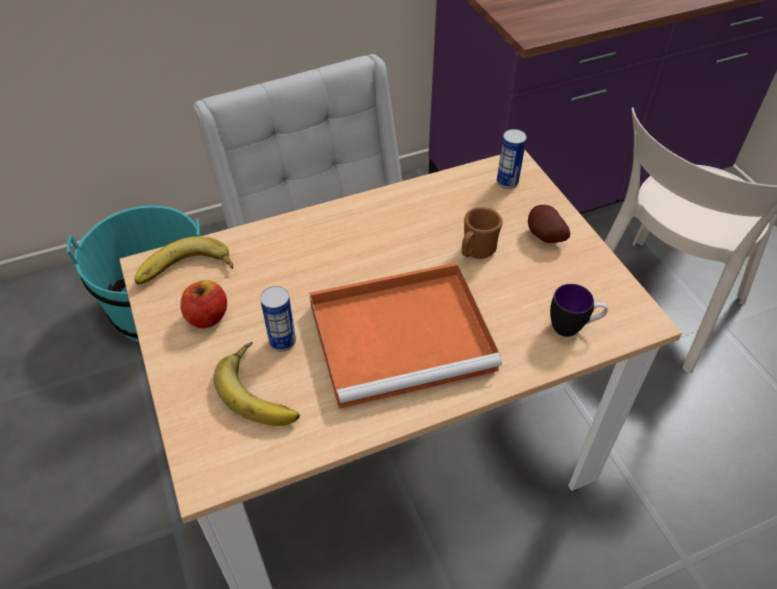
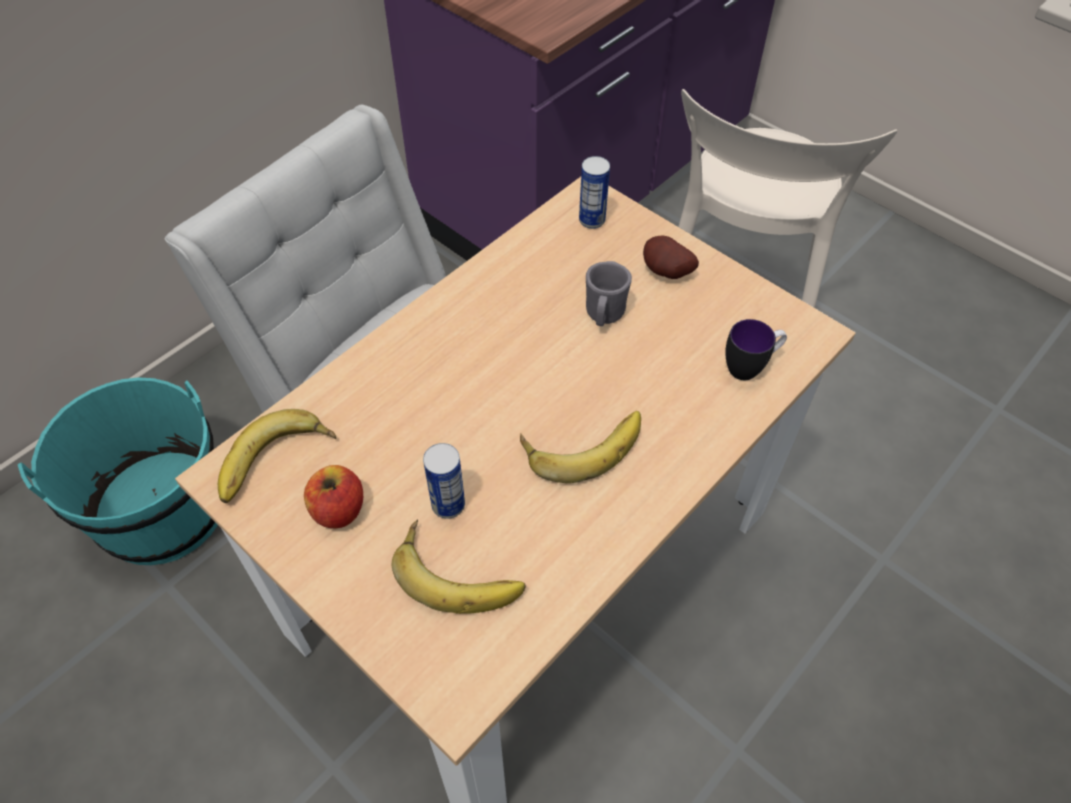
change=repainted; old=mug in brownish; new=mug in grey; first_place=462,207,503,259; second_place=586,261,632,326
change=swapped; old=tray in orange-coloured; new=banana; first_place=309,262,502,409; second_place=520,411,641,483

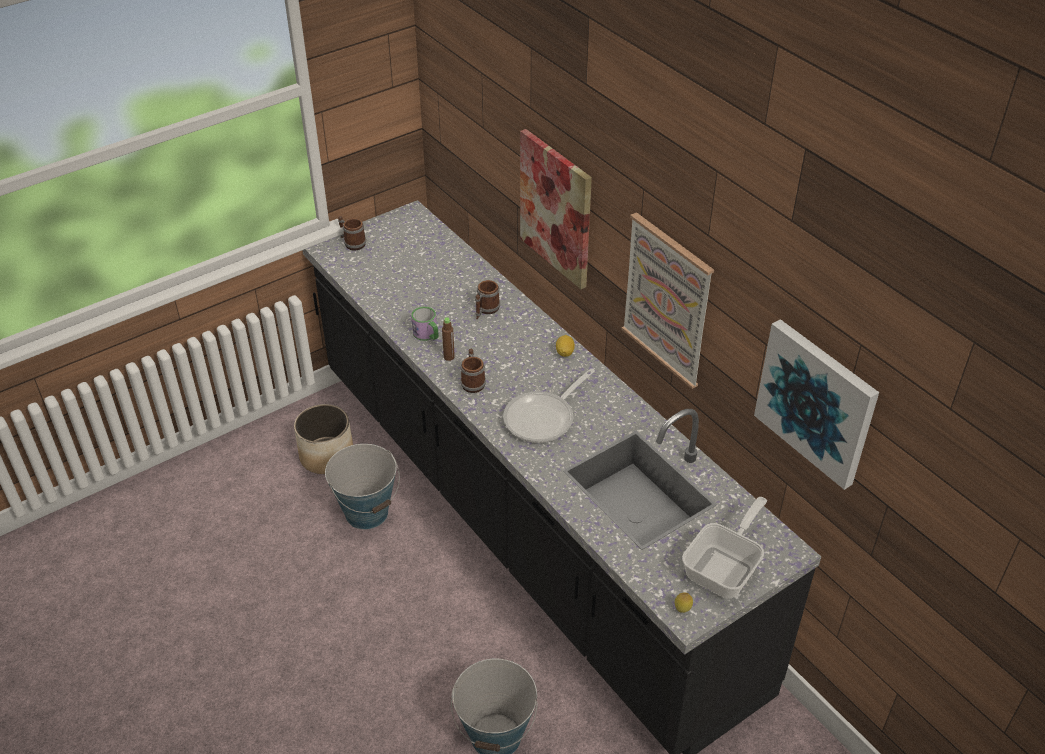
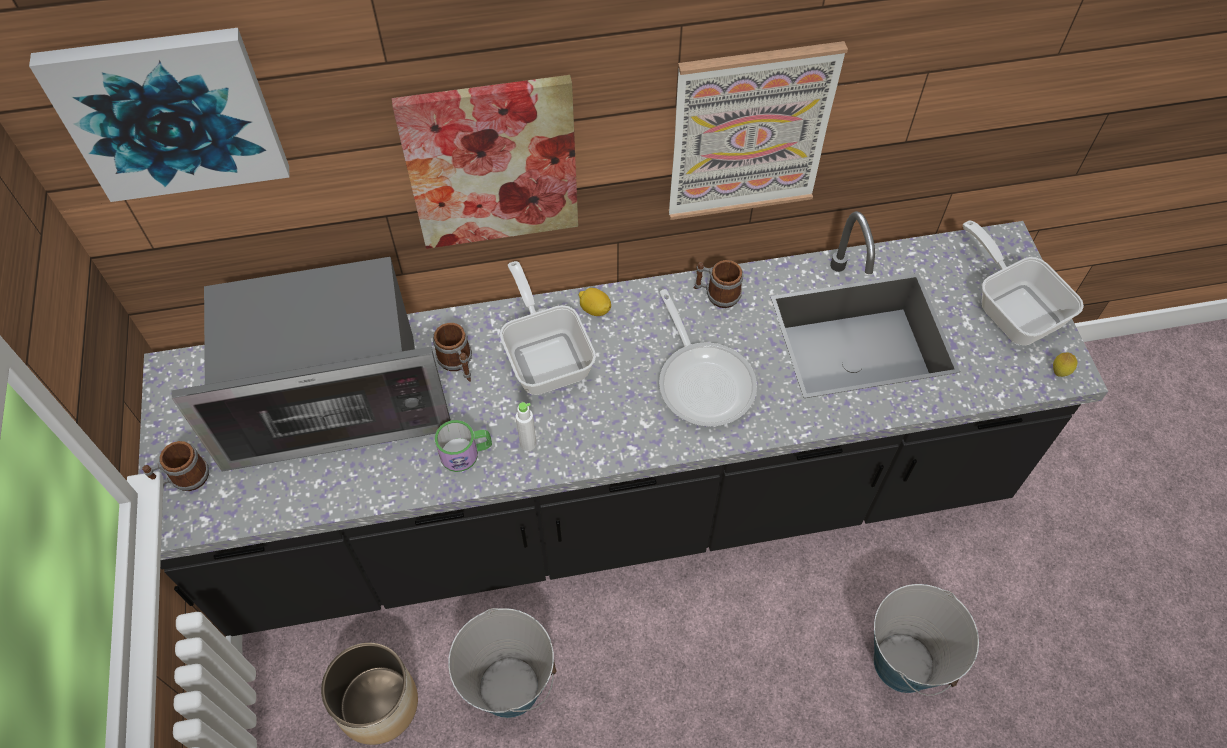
change=repainted; old=bottle in brownish; new=bottle in whitish; first_place=442,317,455,361; second_place=516,402,537,451
change=shifted; old=picture; first_place=754,319,879,490; second_place=29,28,289,202
change=shifted; old=mug; first_place=460,349,486,393; second_place=693,260,743,308
change=new; new=microwave oven; second_place=171,257,451,472
change=new; new=pan; second_place=500,261,596,395

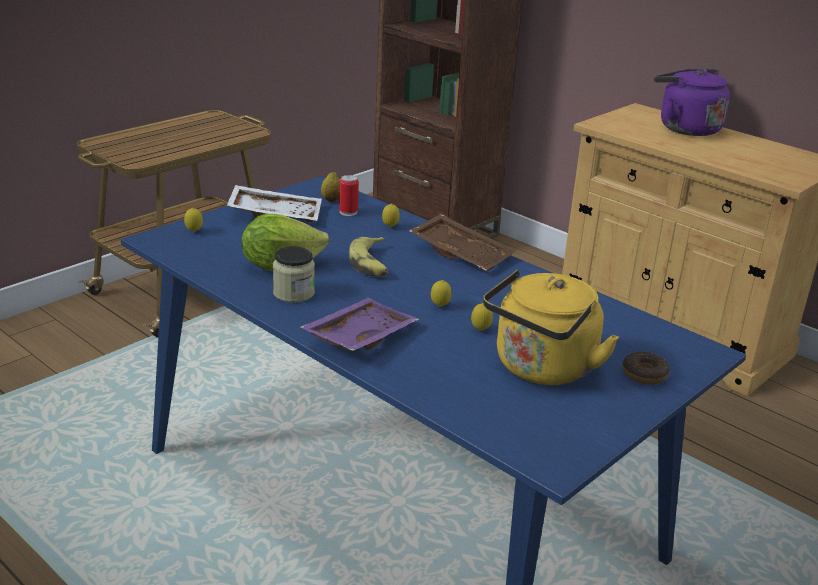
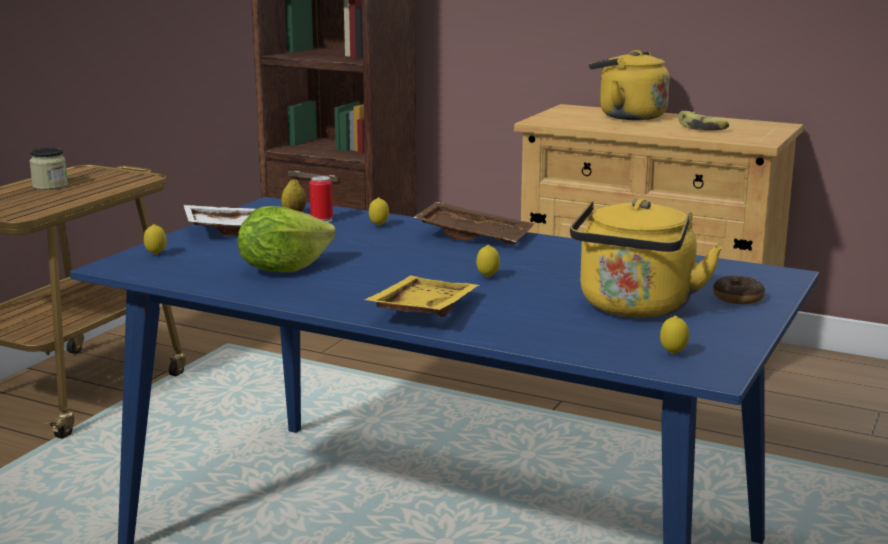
change=repainted; old=water kettle in purple; new=water kettle in yellow; first_place=654,69,730,136; second_place=589,50,669,120
change=shifted; old=banana; first_place=349,237,388,277; second_place=678,111,729,131
change=shifted; old=storage jar; first_place=273,246,315,303; second_place=29,148,68,190
change=repainted; old=tray in purple; new=tray in yellow; first_place=300,297,419,351; second_place=364,276,479,317
change=shifted; old=citrus fruit; first_place=471,303,493,331; second_place=660,316,689,354

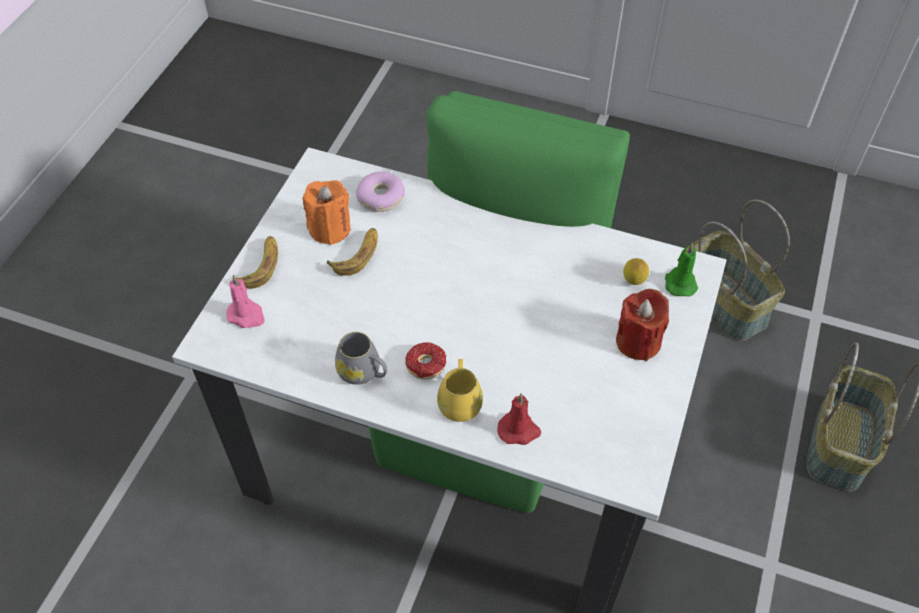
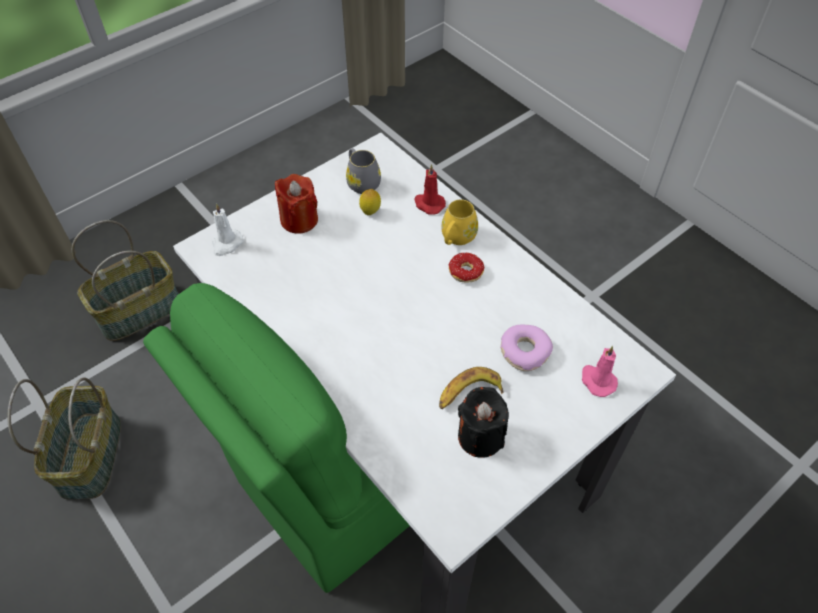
change=shifted; old=donut; first_place=356,172,405,212; second_place=500,325,553,371
change=repainted; old=candle in orange-coloured; new=candle in blackish; first_place=302,180,350,245; second_place=458,387,509,458
change=gone; old=banana; first_place=236,236,278,289
change=repainted; old=candle in green-coloured; new=candle in whitish; first_place=665,242,698,296; second_place=212,203,244,256
change=shifted; old=citrus fruit; first_place=623,258,649,285; second_place=359,189,381,215
change=shifted; old=mug in grey; first_place=335,332,387,385; second_place=346,148,381,194

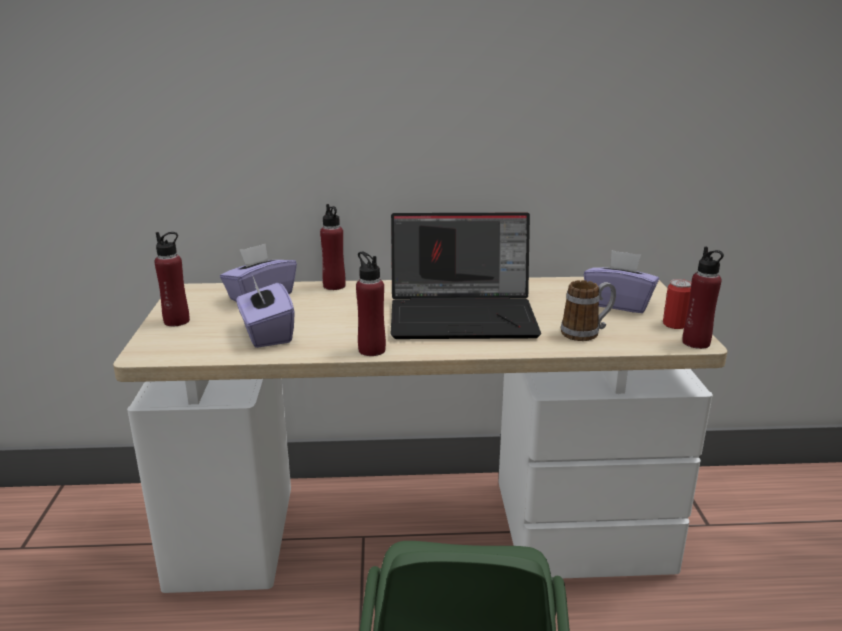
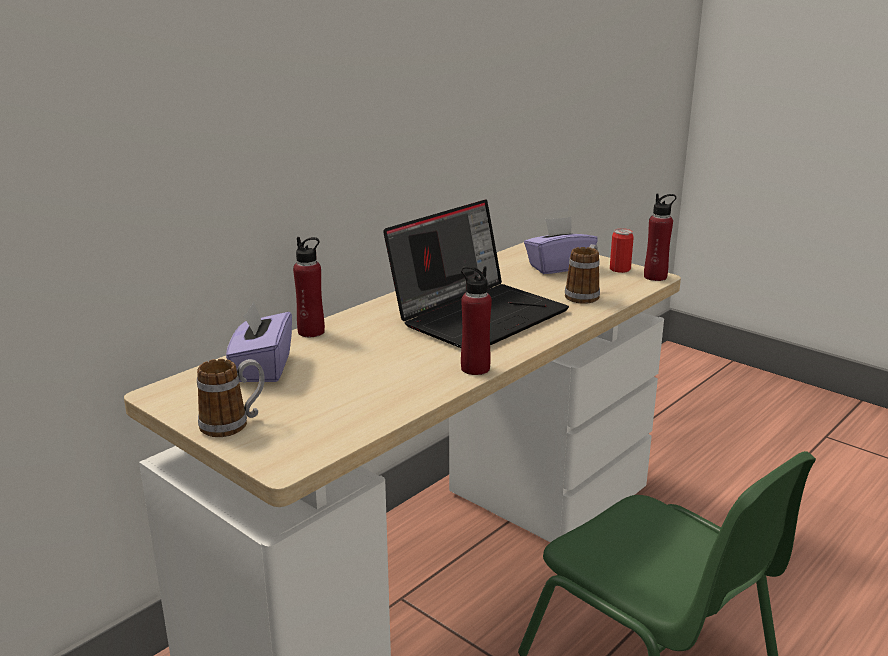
change=swapped; old=bottle in red-coloured; new=mug; first_place=154,232,190,326; second_place=197,359,265,437
change=gone; old=box of tissues in purple; first_place=237,277,295,348

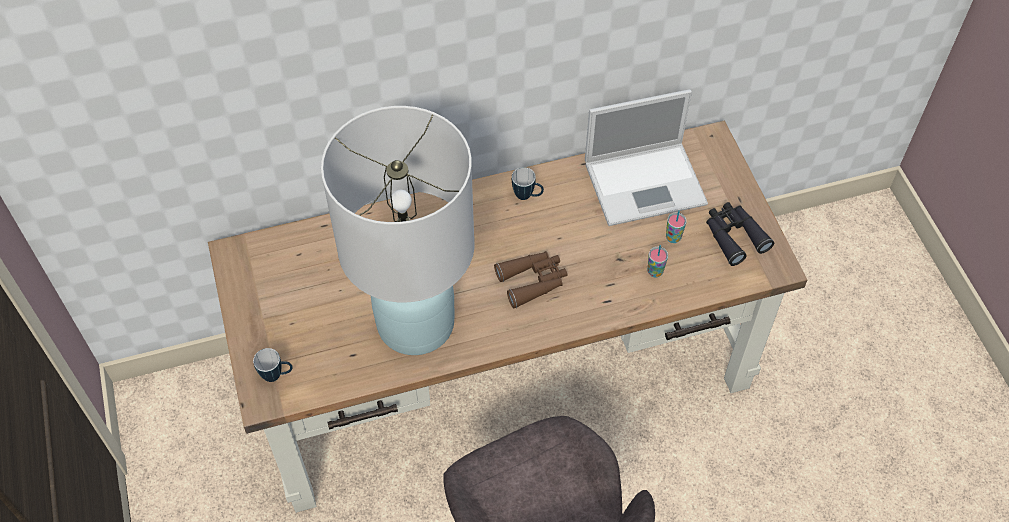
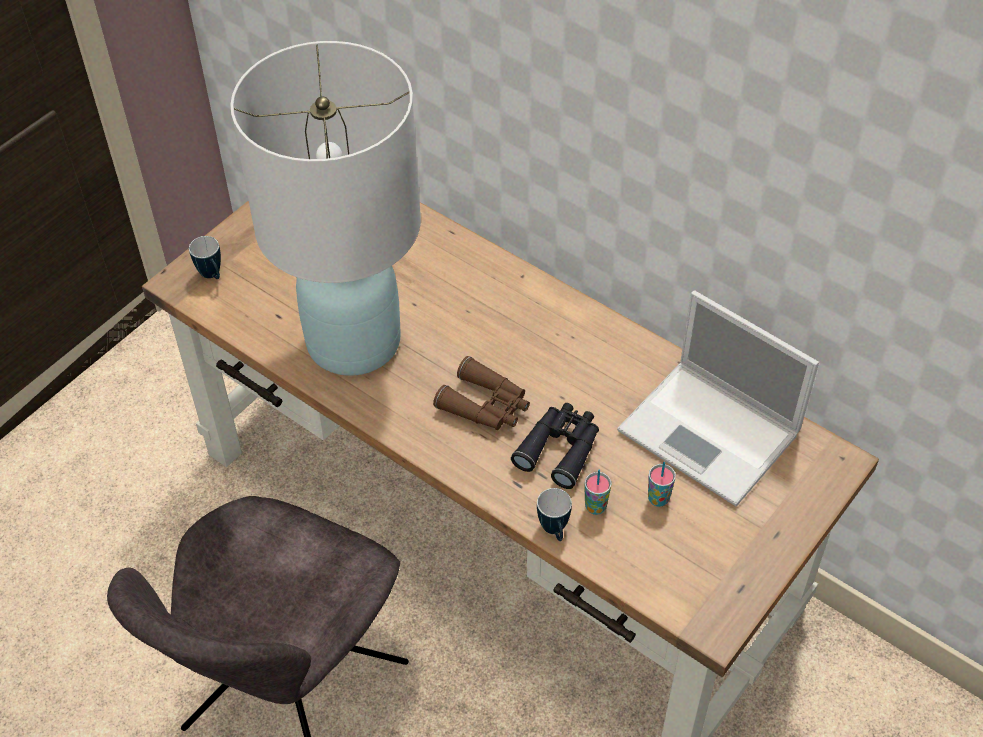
change=shifted; old=mug; first_place=512,167,544,200; second_place=537,488,572,541
change=shifted; old=binoculars in blackish; first_place=706,202,774,266; second_place=511,403,599,489

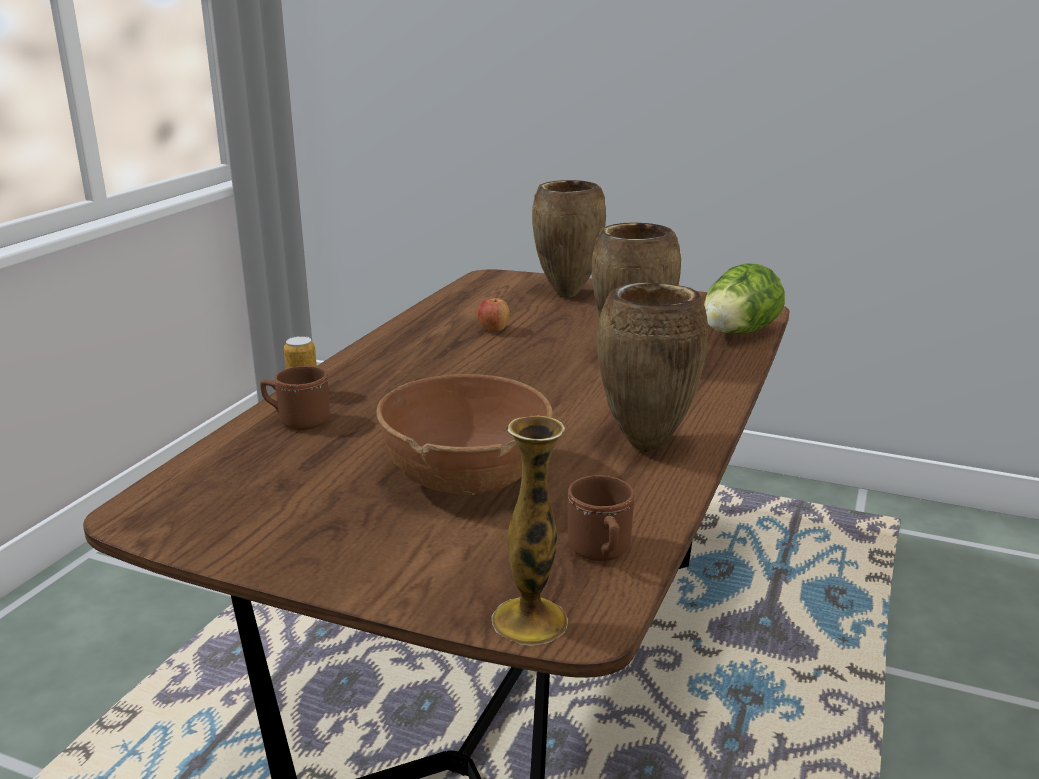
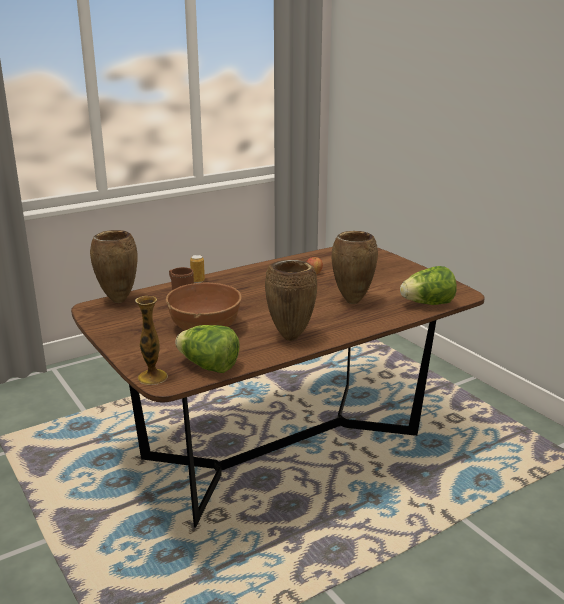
change=shifted; old=flower vase in brownish; first_place=532,180,606,297; second_place=90,230,138,303
change=swapped; old=mug in brownish; new=head of lettuce; first_place=568,475,634,561; second_place=175,325,240,373

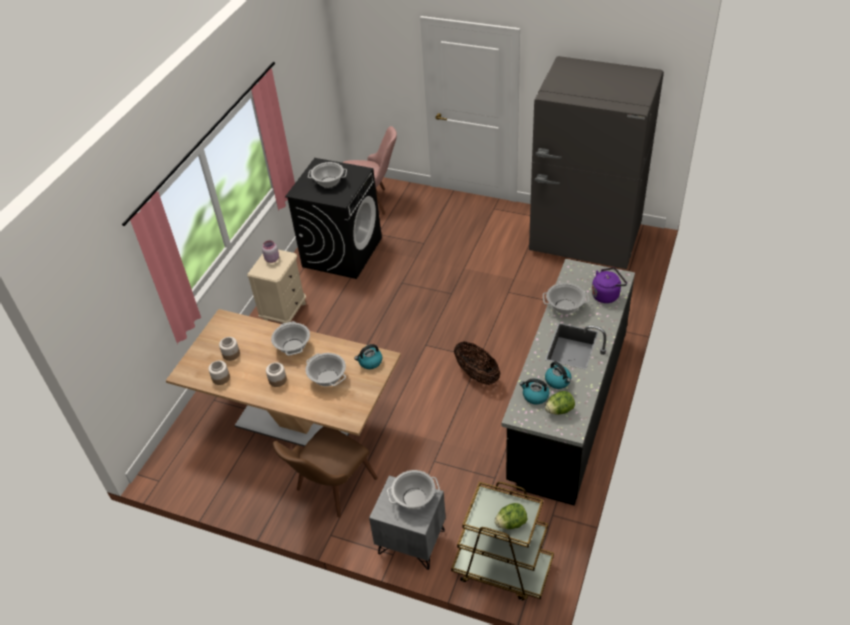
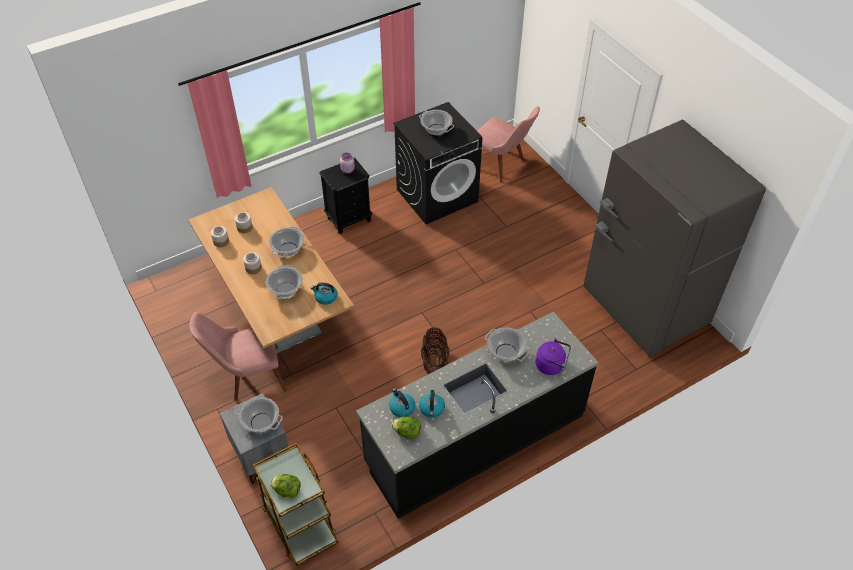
change=repainted; old=night table in beige-coloured; new=night table in blackish; first_place=247,250,306,323; second_place=319,158,372,234
change=repainted; old=upright chair in brownish; new=upright chair in pink-coloured; first_place=272,426,378,518; second_place=189,312,287,401

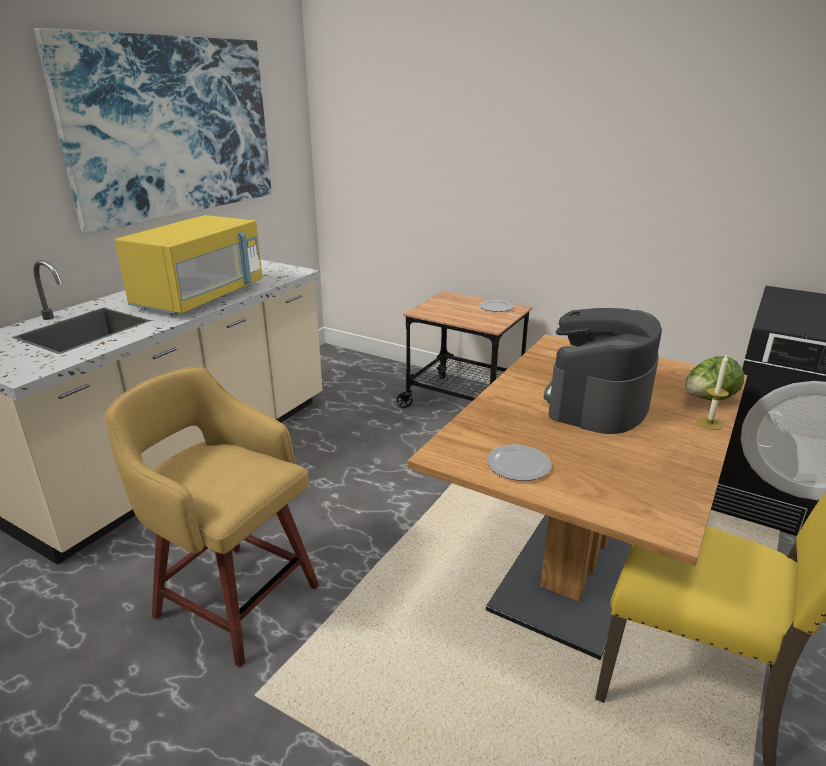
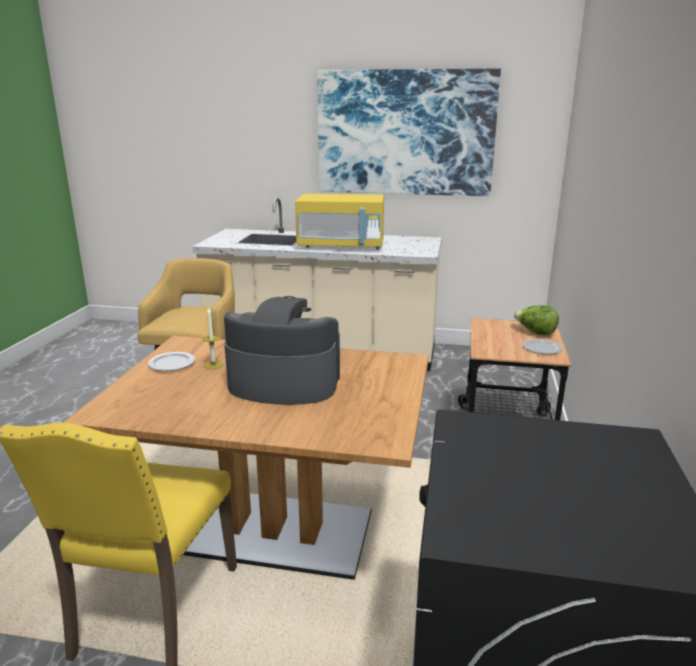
change=shifted; old=candle; first_place=697,354,729,430; second_place=203,307,223,369
change=shifted; old=head of lettuce; first_place=685,356,744,400; second_place=514,305,559,335

